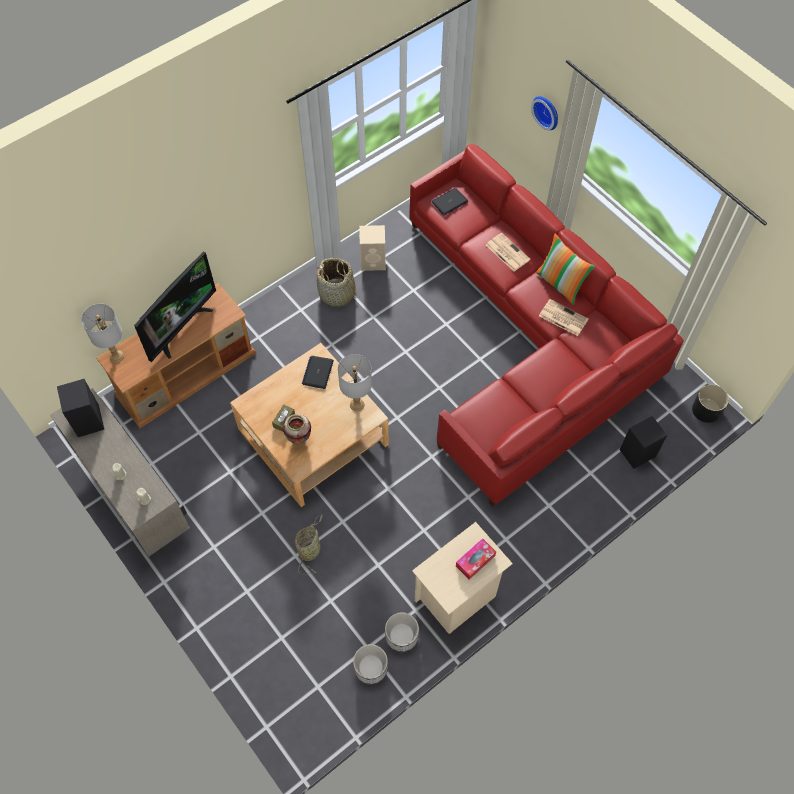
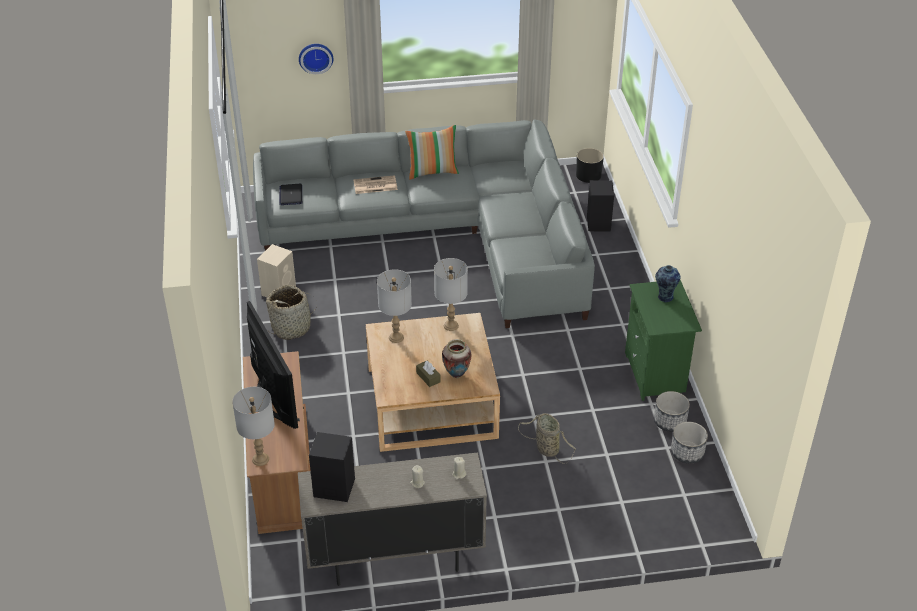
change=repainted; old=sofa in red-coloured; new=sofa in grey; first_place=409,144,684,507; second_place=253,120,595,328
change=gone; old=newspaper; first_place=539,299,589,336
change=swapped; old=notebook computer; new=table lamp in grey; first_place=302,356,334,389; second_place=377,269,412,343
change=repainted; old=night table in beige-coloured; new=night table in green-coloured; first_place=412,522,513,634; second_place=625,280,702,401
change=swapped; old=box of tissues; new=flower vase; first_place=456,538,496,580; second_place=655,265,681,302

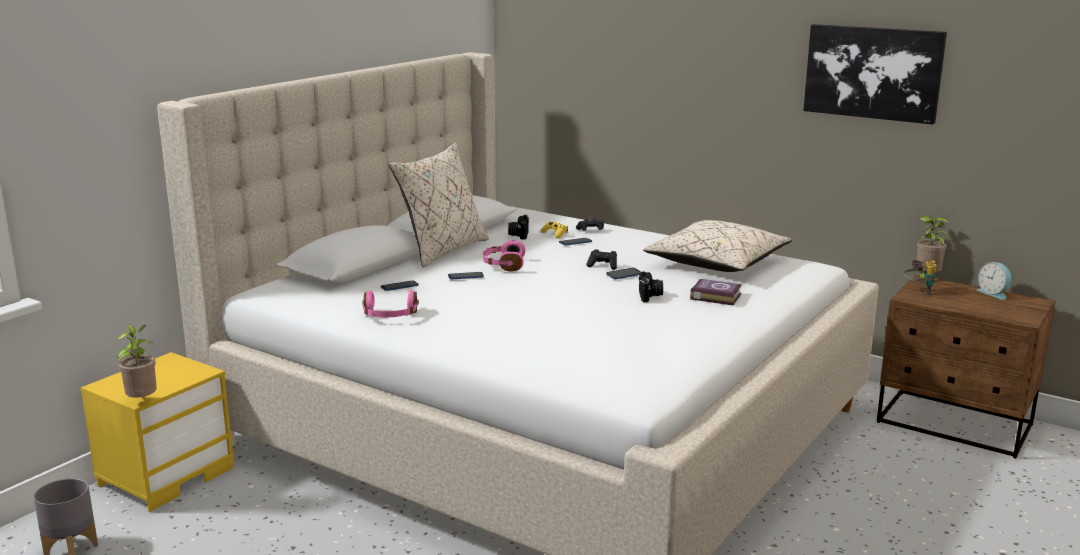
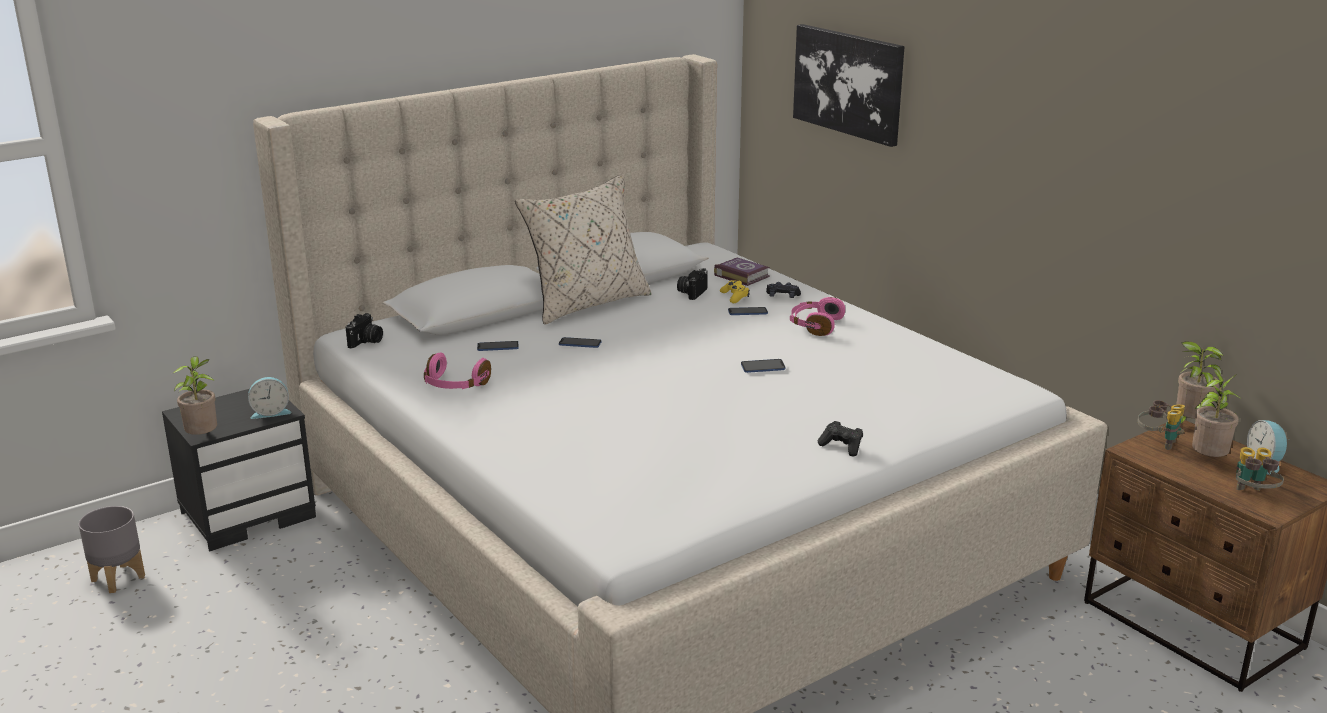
change=shifted; old=picture; first_place=803,24,947,124; second_place=793,24,905,147
change=gone; old=throw pillow in beige-coloured; first_place=643,220,792,272
change=shifted; old=headset in pink-coloured; first_place=483,241,525,271; second_place=790,297,845,336
change=shifted; old=joypad in blackish; first_place=586,249,617,270; second_place=818,421,863,457
change=shifted; old=still camera; first_place=639,271,663,302; second_place=346,313,383,349
change=shifted; old=book; first_place=690,279,742,306; second_place=714,258,770,286
change=repainted; old=night table in yellow; new=night table in blackish; first_place=81,352,234,512; second_place=162,389,316,551
change=new; new=potted plant; second_place=1192,369,1240,457
change=new; new=table clock; second_place=248,377,291,419
change=new; new=binoculars; second_place=1236,447,1284,491

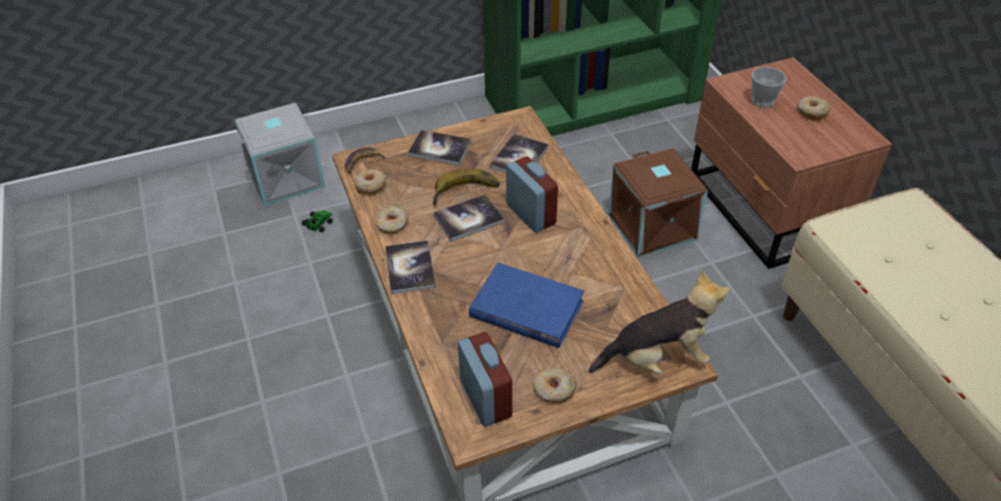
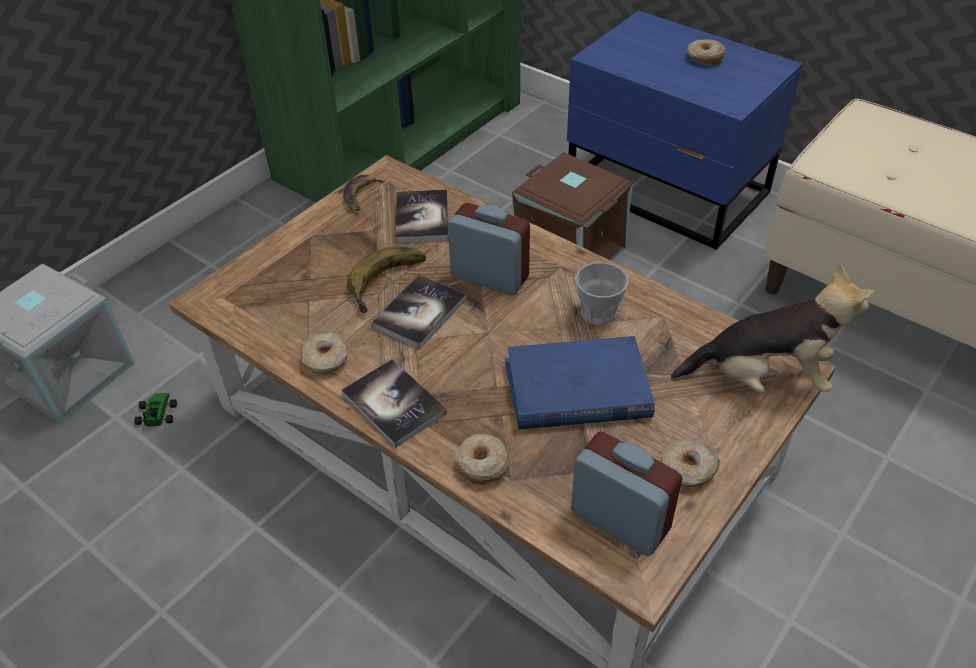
change=repainted; old=night table in brownish; new=night table in blue; first_place=691,57,892,269; second_place=567,11,803,250
change=shifted; old=drinking cup; first_place=751,67,786,108; second_place=575,262,628,325
change=gone; old=book; first_place=408,130,471,166
change=shifted; old=banana; first_place=344,147,387,173; second_place=343,174,386,211
change=shifted; old=donut; first_place=355,169,386,196; second_place=455,434,510,485
change=rotated; old=soft toy; first_place=589,269,729,375; second_place=671,263,874,393; degrees=45

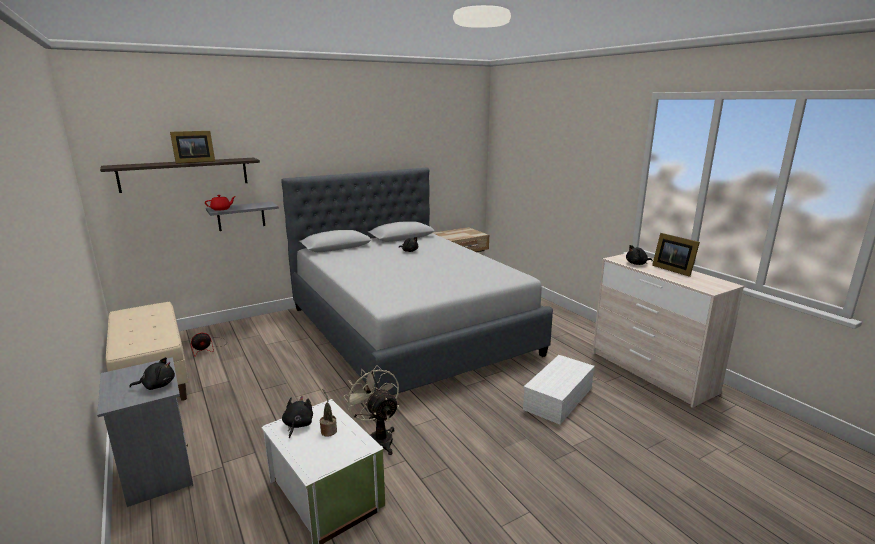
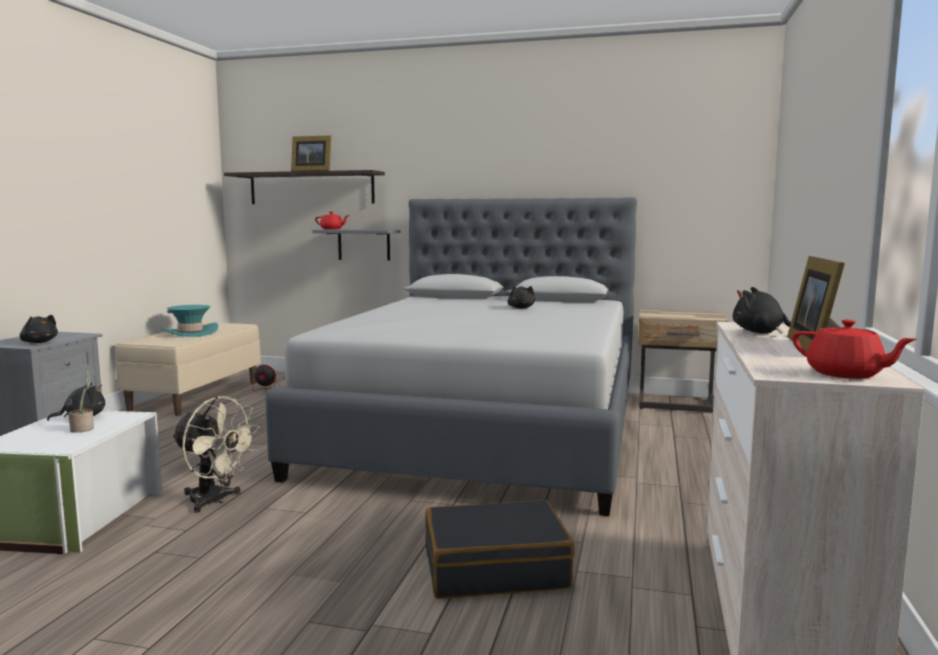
change=swapped; old=storage container in whitish; new=suitcase in blackish; first_place=523,355,595,425; second_place=425,500,574,599
change=rotated; old=fan in beige-coloured; first_place=343,365,399,455; second_place=171,396,260,513; degrees=105
change=new; new=hat in turquoise-coloured; second_place=161,305,218,337
change=new; new=tea pot in red-coloured; second_place=792,320,917,379

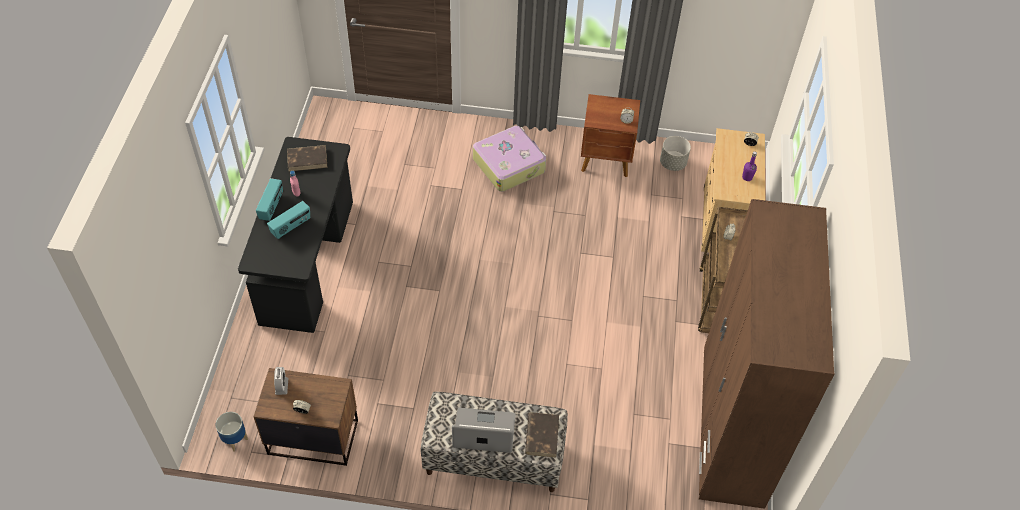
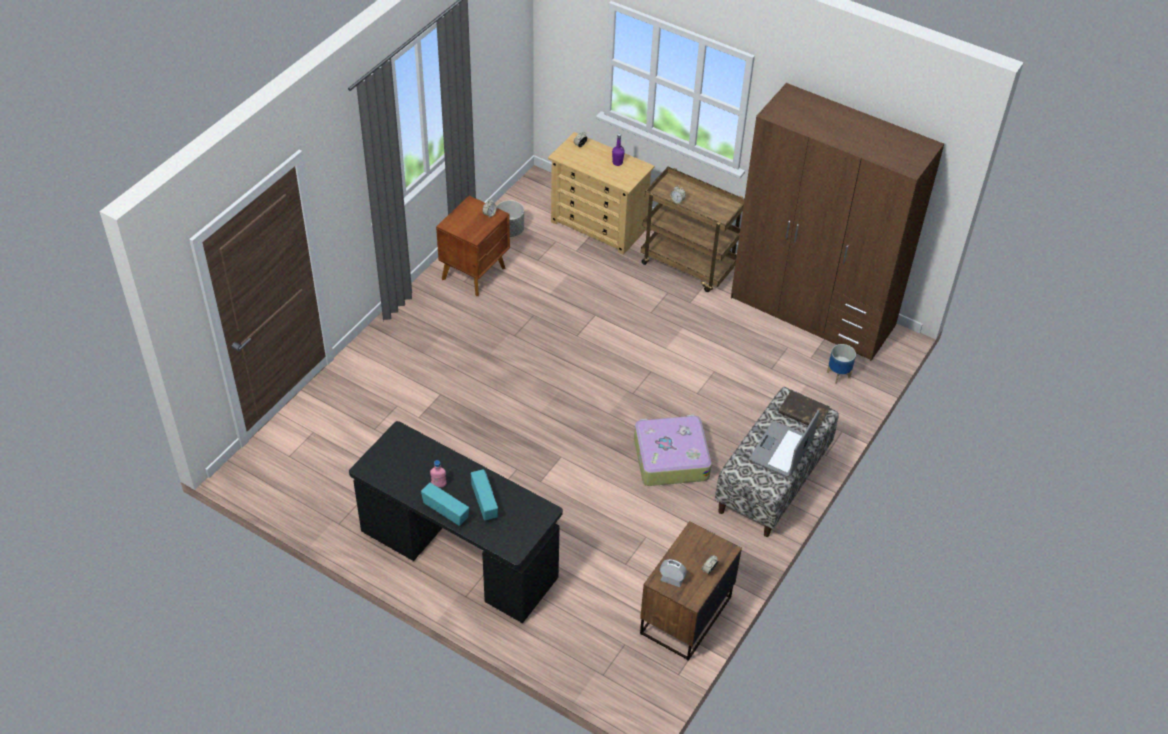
change=shifted; old=suitcase; first_place=473,126,546,192; second_place=634,415,712,486
change=gone; old=book in brownish; first_place=287,145,328,171
change=shifted; old=flower pot; first_place=216,412,248,452; second_place=827,344,856,384

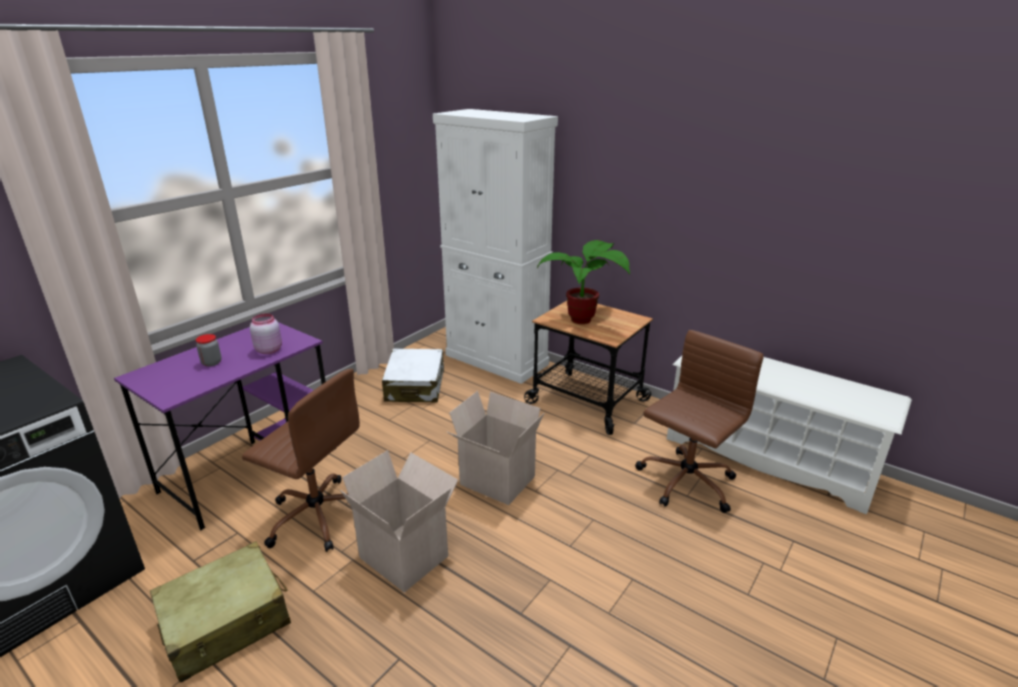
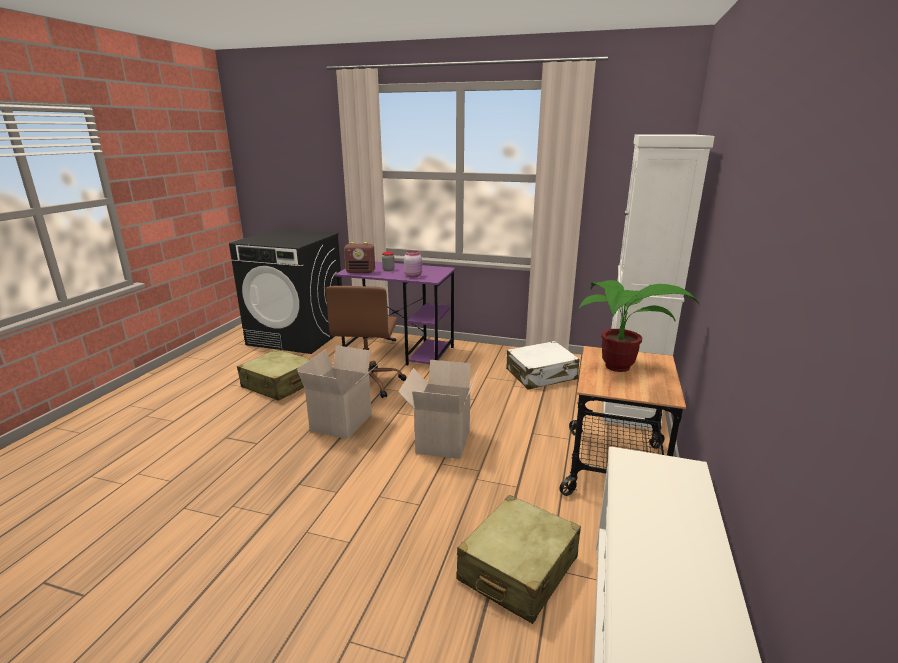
change=swapped; old=computer chair in brownish; new=suitcase in beige-coloured; first_place=635,330,763,513; second_place=457,495,581,624
change=new; new=radio set; second_place=344,242,375,273

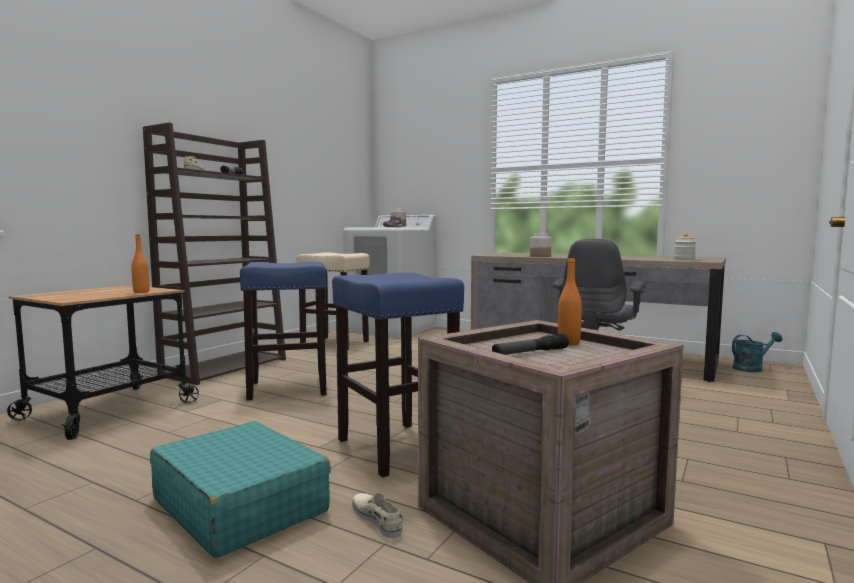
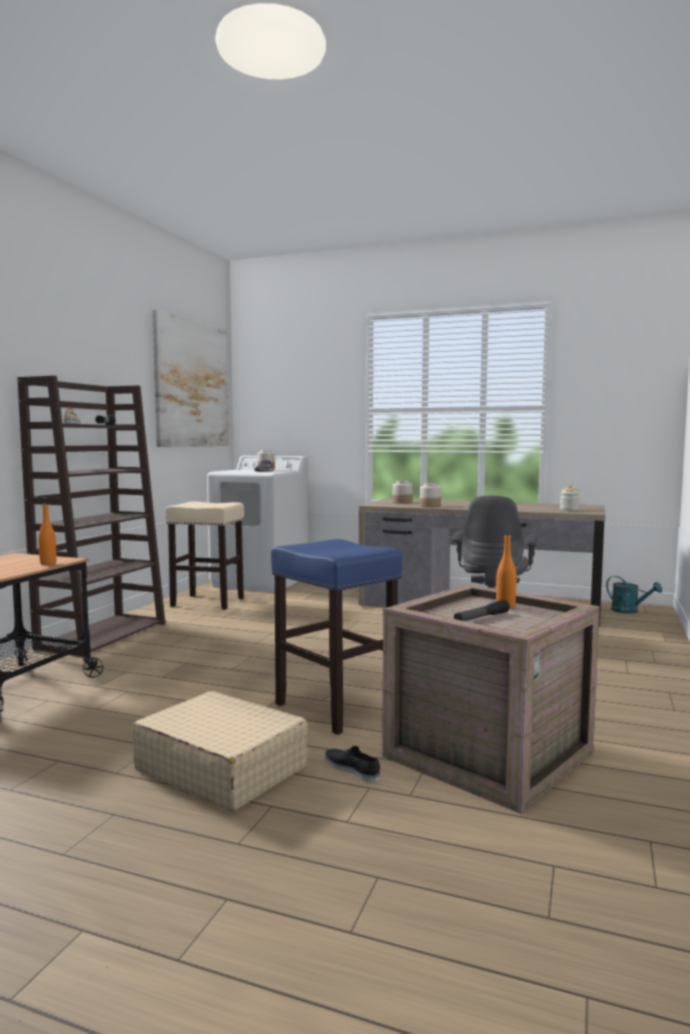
change=gone; old=stool seat in blue; first_place=240,261,327,400
change=rotated; old=sprinkling can in turquoise-coloured; first_place=732,332,782,372; second_place=606,576,662,614; degrees=75
change=repainted; old=suitcase in turquoise-coloured; new=suitcase in beige-coloured; first_place=150,421,331,558; second_place=132,691,309,811
change=repainted; old=shoe in beige-coloured; new=shoe in blackish; first_place=353,493,403,538; second_place=325,746,380,783
change=new; new=picture; second_place=152,309,229,447
change=new; new=storage jar; second_place=393,481,413,504

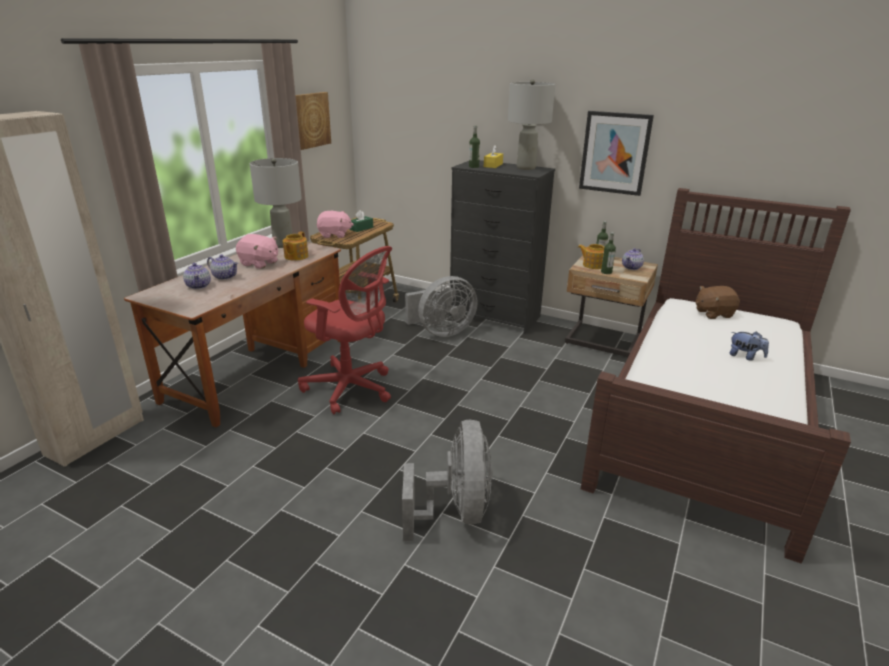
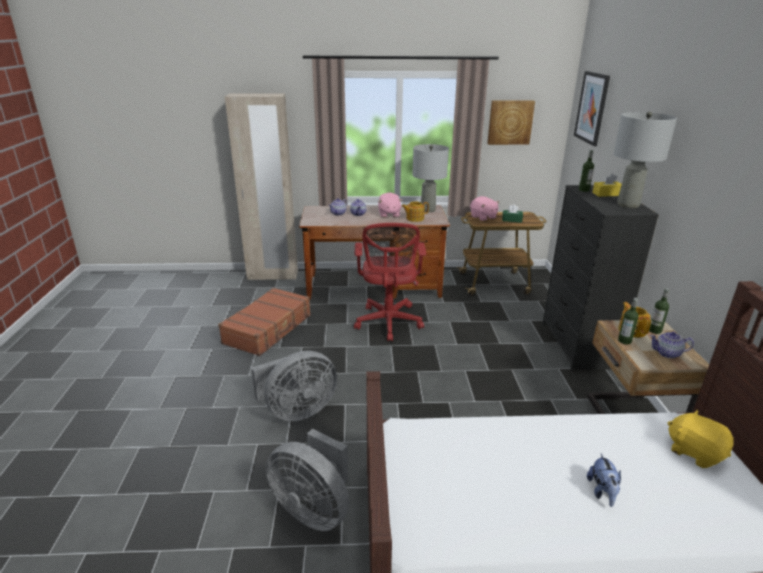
change=shifted; old=picture; first_place=579,111,654,196; second_place=574,71,610,146
change=shifted; old=fan in grey; first_place=405,276,478,337; second_place=266,429,349,531
change=repainted; old=soft toy in brownish; new=soft toy in yellow; first_place=696,286,740,319; second_place=668,410,734,468
change=new; new=suitcase in brownish; second_place=218,288,311,356

